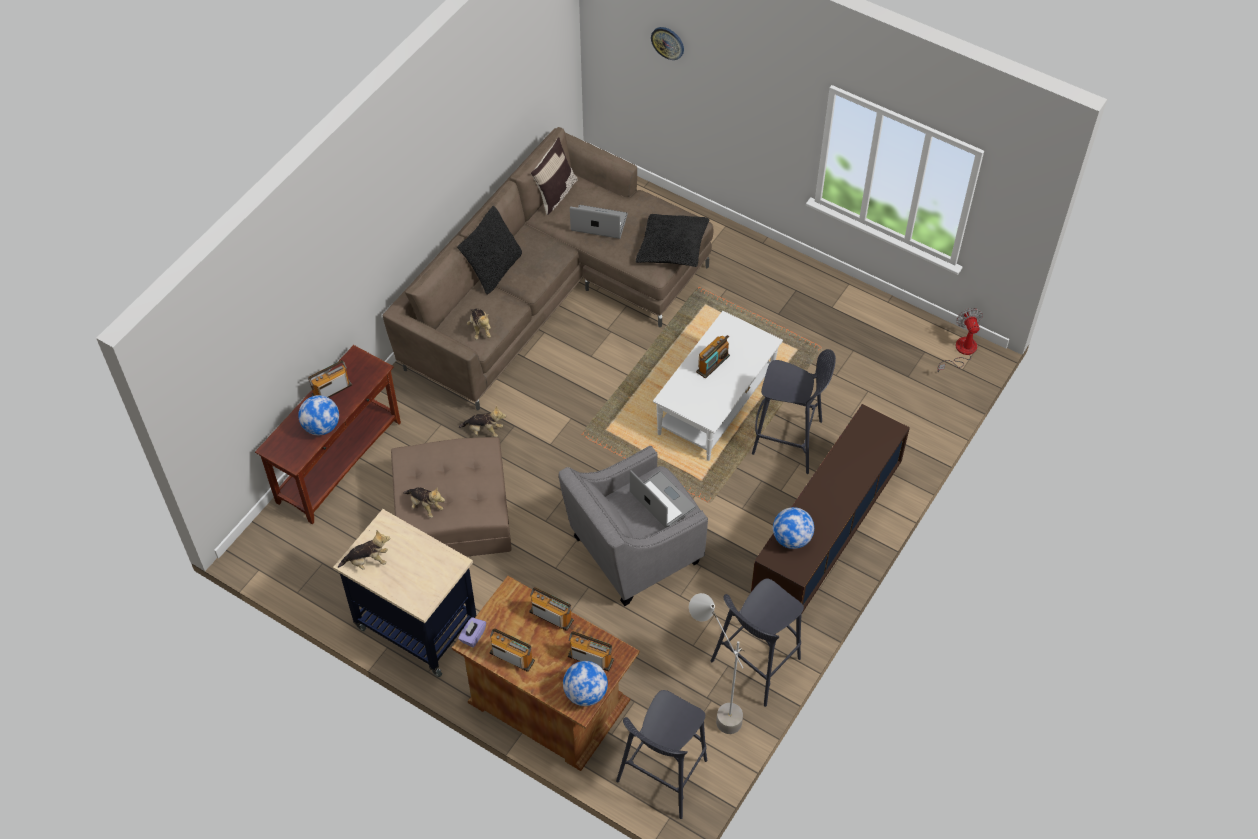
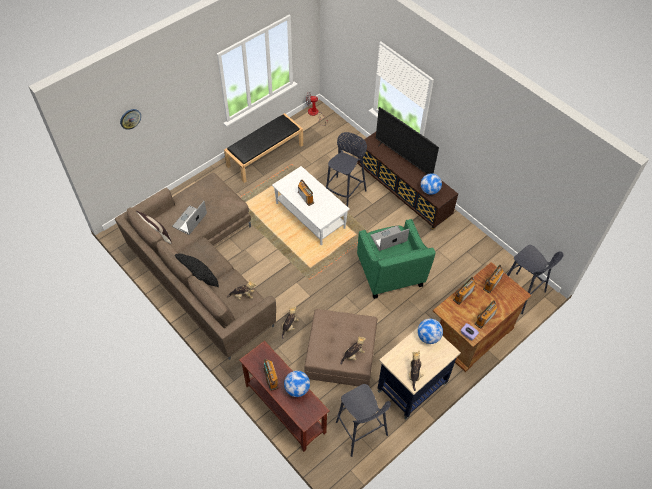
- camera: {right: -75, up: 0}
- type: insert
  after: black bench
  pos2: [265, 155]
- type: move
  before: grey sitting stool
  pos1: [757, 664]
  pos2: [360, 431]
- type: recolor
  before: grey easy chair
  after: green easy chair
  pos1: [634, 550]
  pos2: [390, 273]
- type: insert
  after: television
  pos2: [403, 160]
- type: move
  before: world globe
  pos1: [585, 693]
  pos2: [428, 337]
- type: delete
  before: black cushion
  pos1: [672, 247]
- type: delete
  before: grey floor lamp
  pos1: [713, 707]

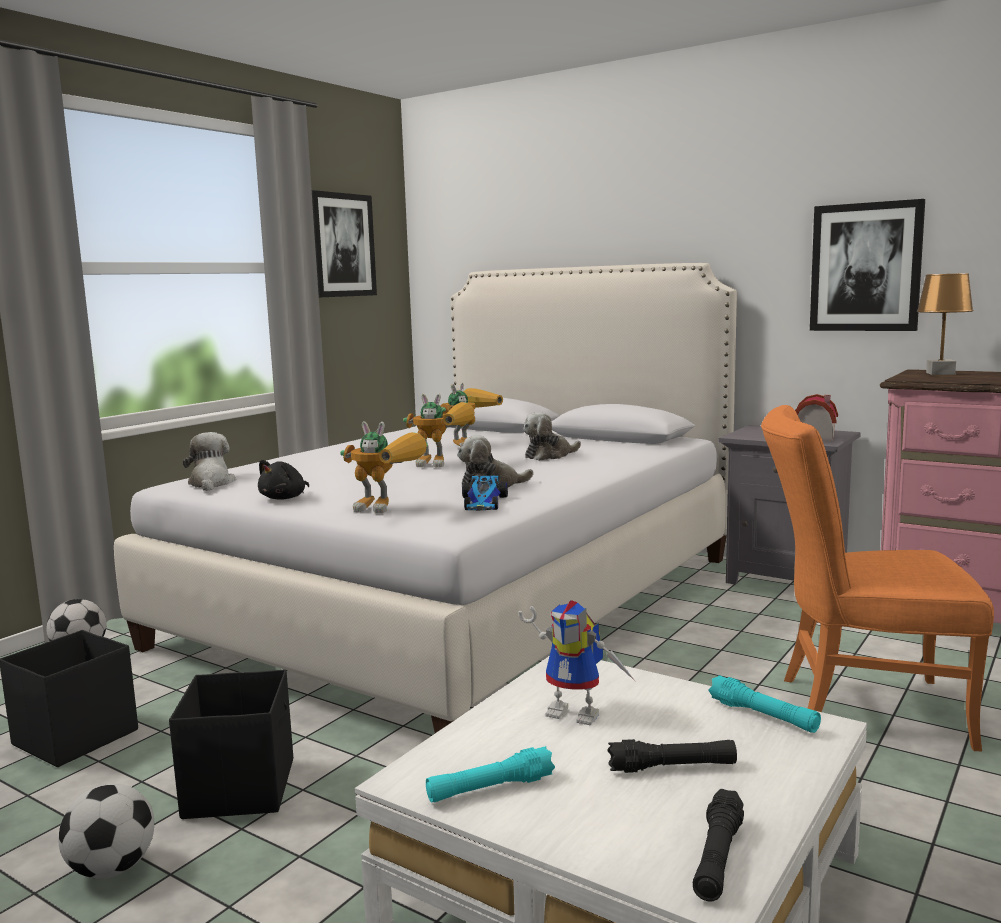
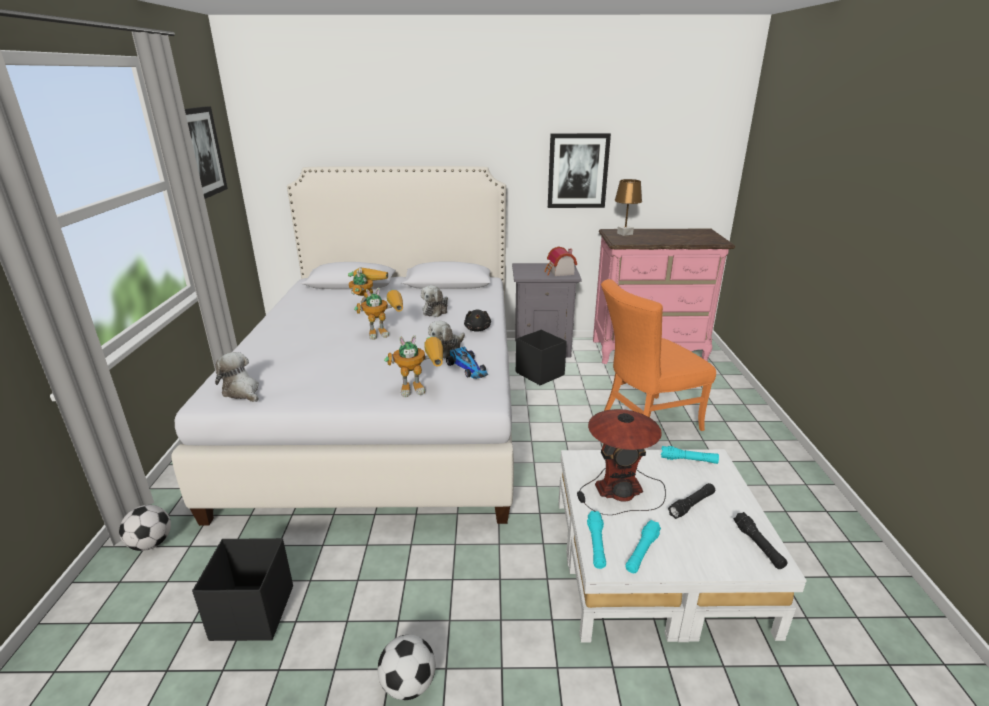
- camera: {right: -35, up: 15}
- type: move
  before: black soft toy
  pos1: [285, 498]
  pos2: [477, 329]
- type: move
  before: black storage container
  pos1: [241, 787]
  pos2: [539, 373]
- type: replace
  before: model robot
  after: tabletop lamp
  pos1: [579, 712]
  pos2: [620, 488]
- type: insert
  after: blue-green torch
  pos2: [596, 544]

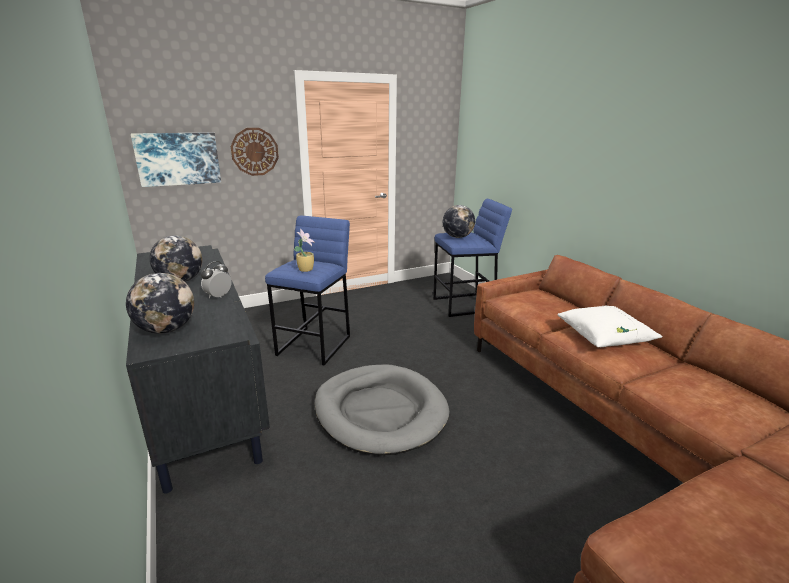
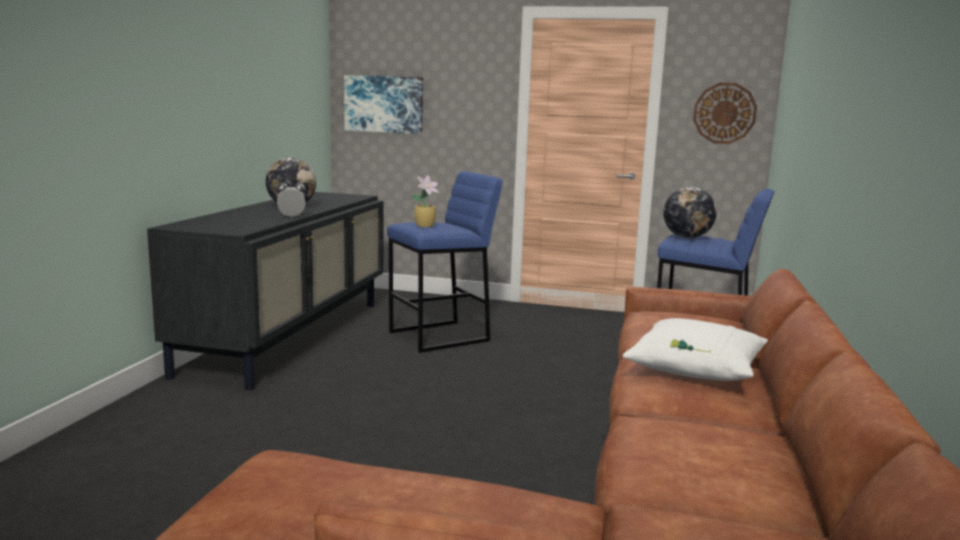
- camera: {right: 40, up: -10}
- type: move
  before: clock on the wall
  pos1: [255, 151]
  pos2: [724, 113]
- type: delete
  before: world globe
  pos1: [166, 330]
- type: delete
  before: grey dog bed
  pos1: [380, 411]

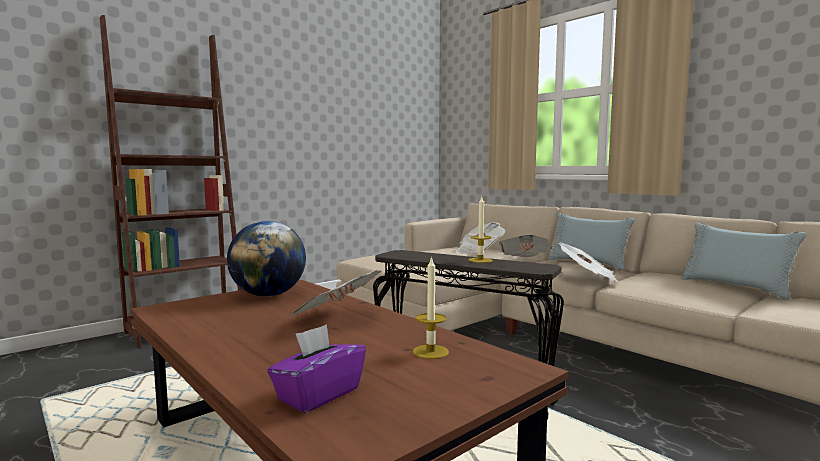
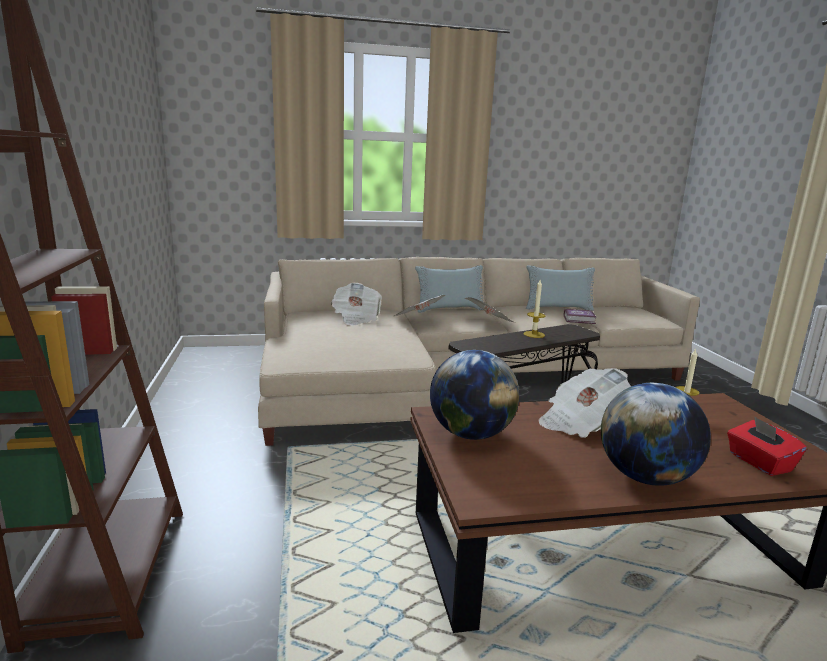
- camera: {right: -60, up: 10}
- type: insert
  after: book
  pos2: [580, 320]
- type: insert
  after: world globe
  pos2: [646, 477]
- type: recolor
  before: purplish tissue holder
  after: red tissue holder
  pos1: [318, 395]
  pos2: [759, 462]

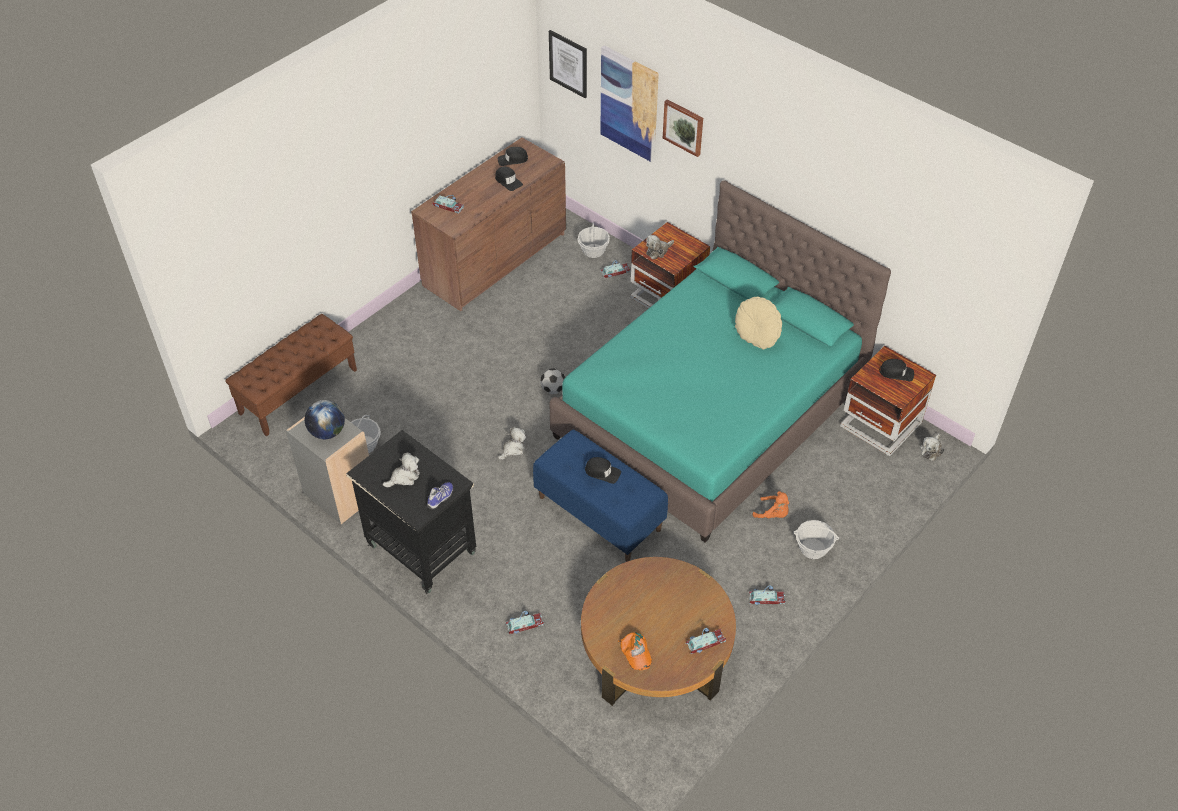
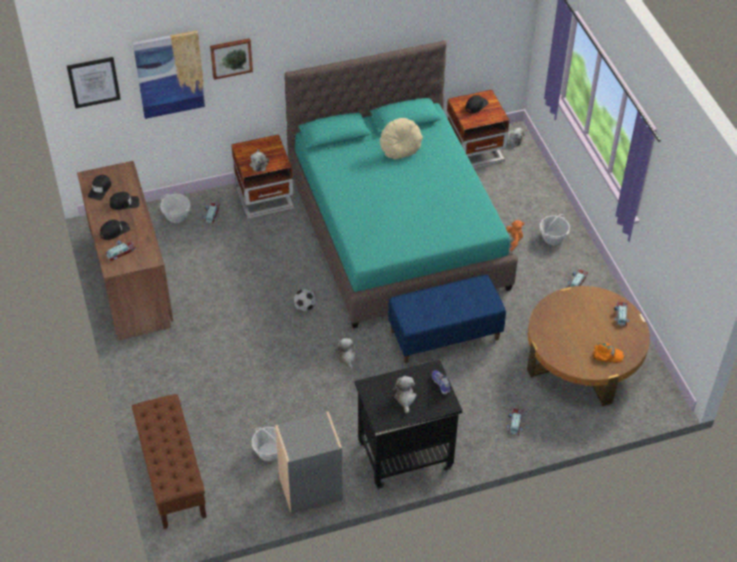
- camera: {right: -60, up: 0}
- type: move
  before: black cap
  pos1: [602, 472]
  pos2: [114, 231]
- type: delete
  before: world globe
  pos1: [327, 432]

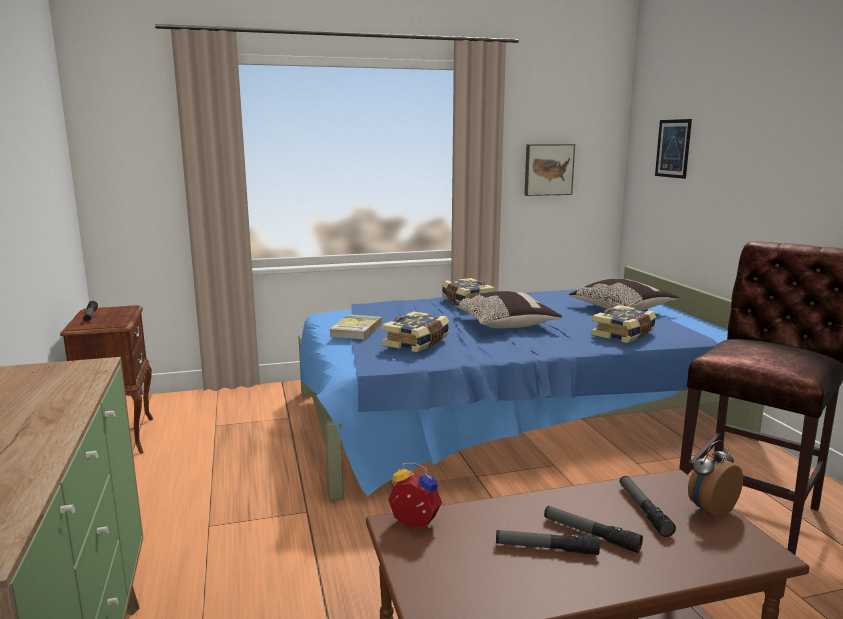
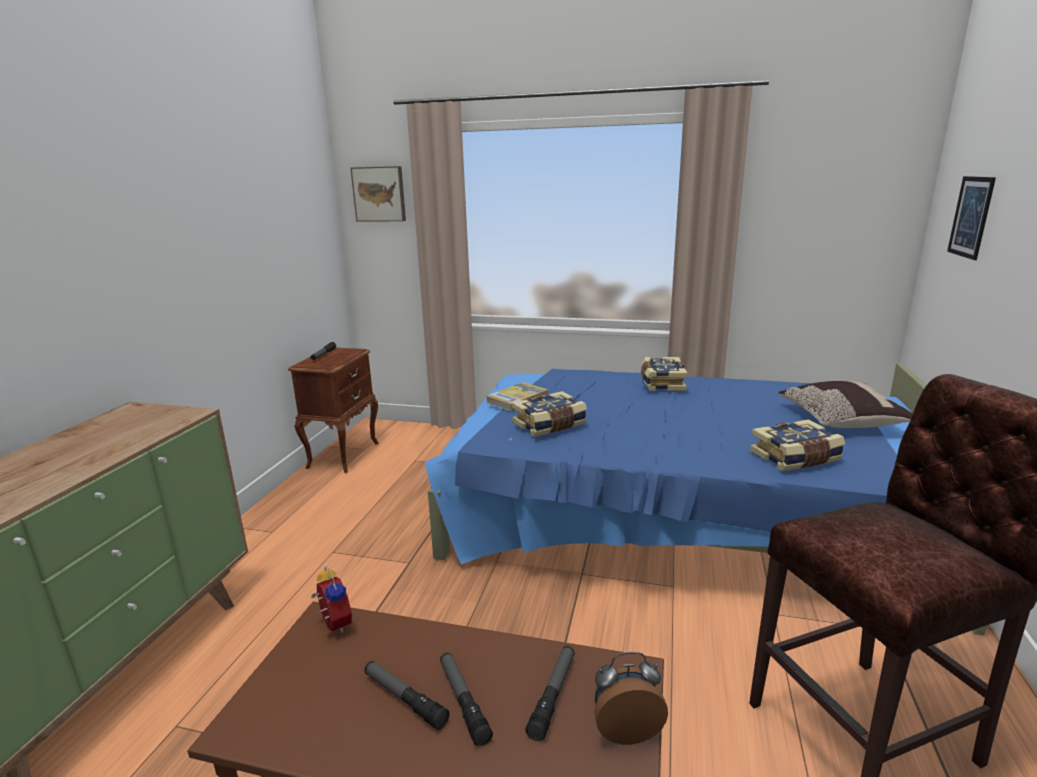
- camera: {right: 30, up: 5}
- type: move
  before: picture
  pos1: [548, 169]
  pos2: [379, 194]
- type: delete
  before: cushion
  pos1: [505, 324]

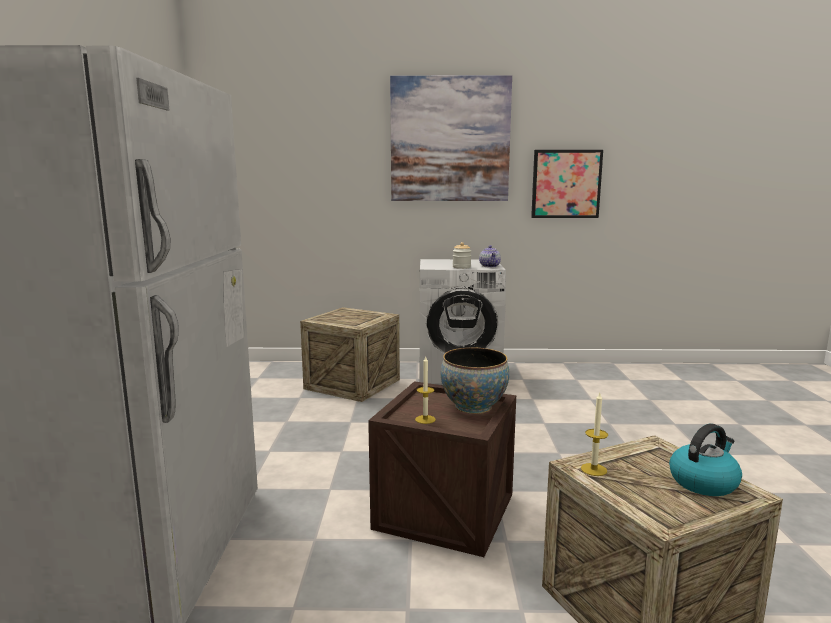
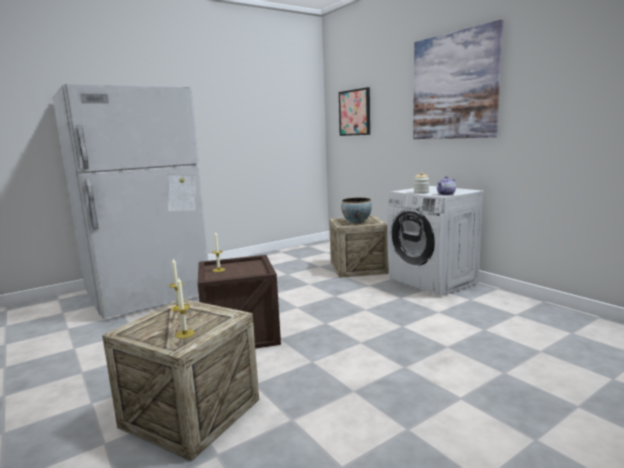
- camera: {right: 55, up: 0}
- type: replace
  before: kettle
  after: wax light
  pos1: [703, 482]
  pos2: [185, 334]
- type: move
  before: picture
  pos1: [566, 184]
  pos2: [355, 112]
- type: move
  before: deep dish
  pos1: [473, 407]
  pos2: [356, 222]

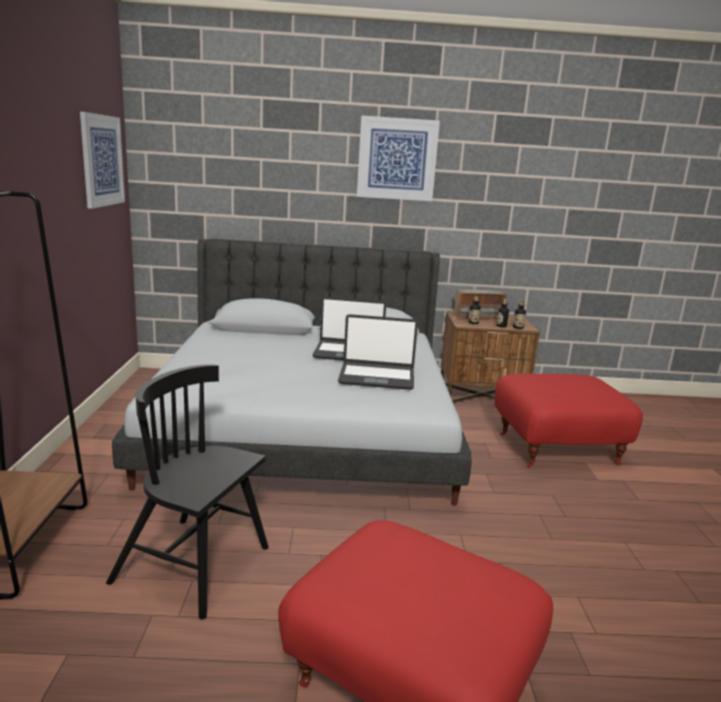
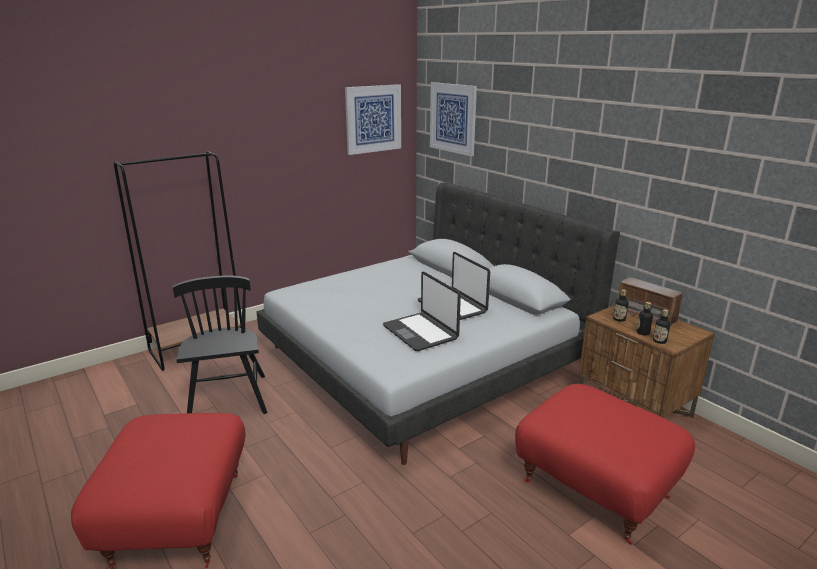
- camera: {right: 55, up: 5}
- type: move
  before: picture
  pos1: [397, 159]
  pos2: [453, 118]

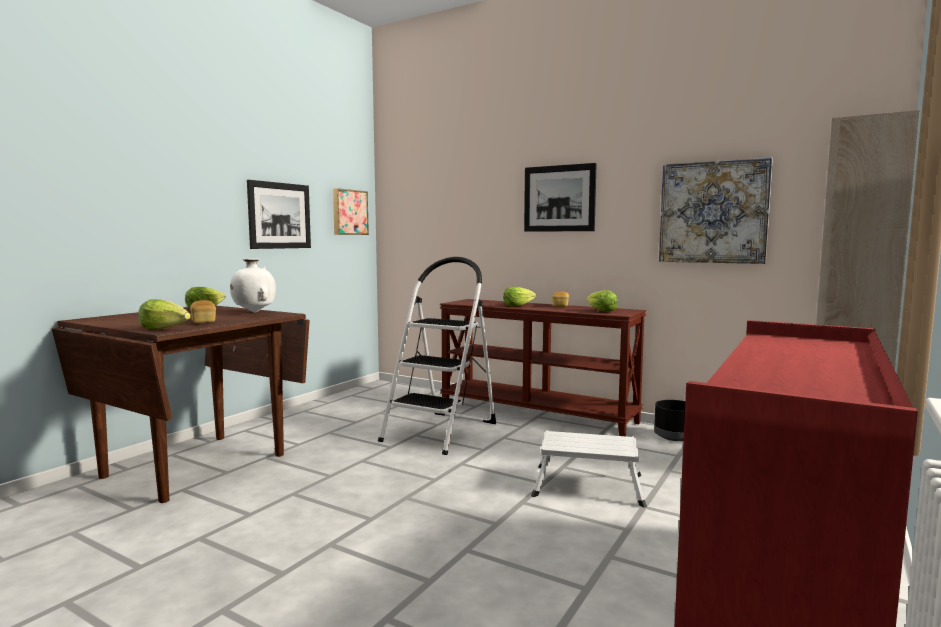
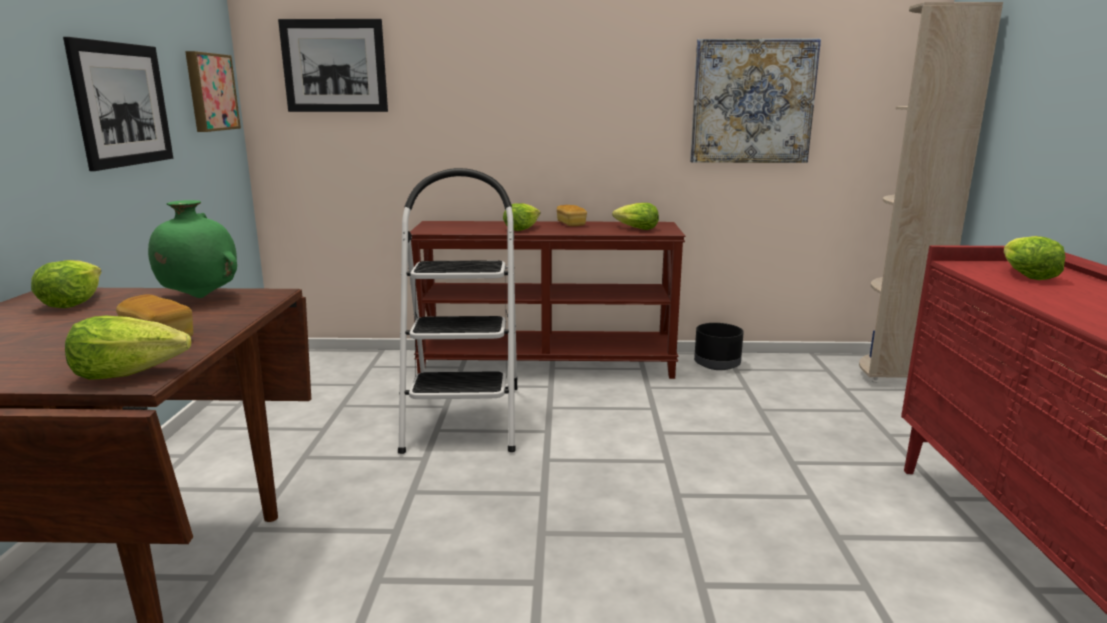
- camera: {right: -30, up: 10}
- type: recolor
  before: white-coloured vase
  after: green vase
  pos1: [254, 312]
  pos2: [199, 297]
- type: move
  before: picture
  pos1: [559, 198]
  pos2: [334, 66]
- type: insert
  after: head of lettuce
  pos2: [1025, 275]
- type: delete
  before: white-coloured step stool
  pos1: [589, 485]

